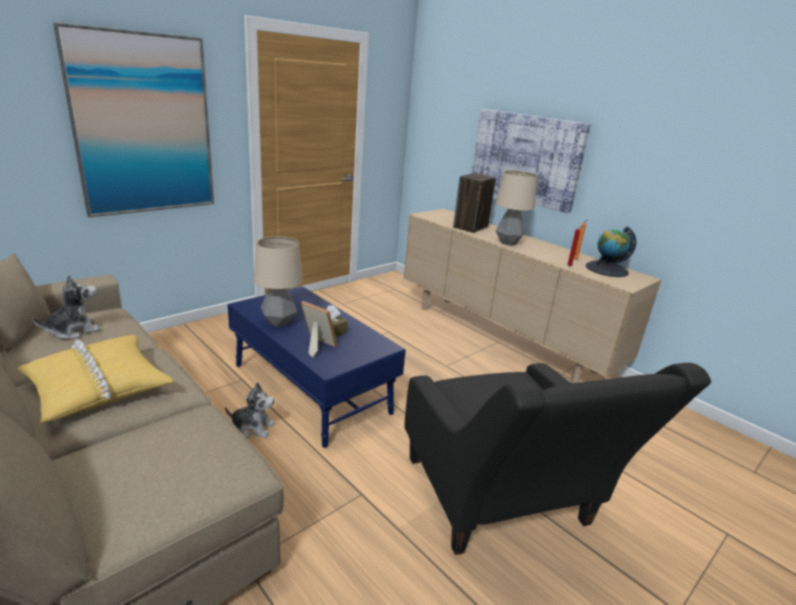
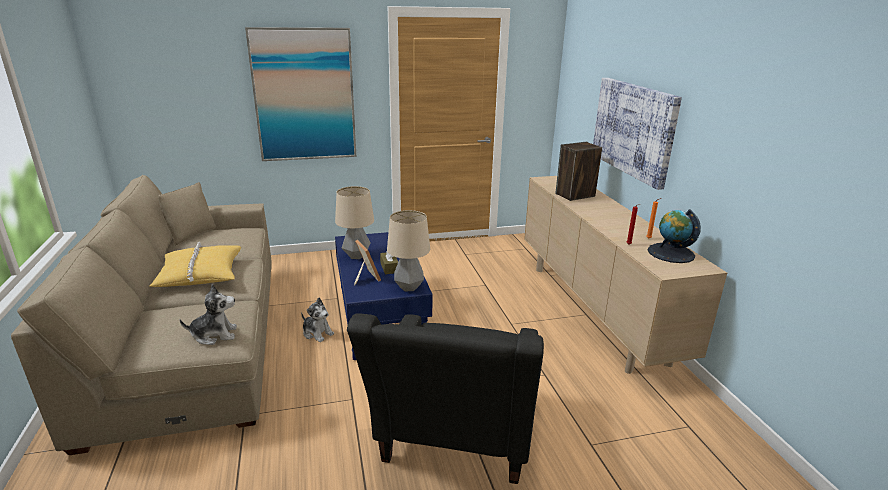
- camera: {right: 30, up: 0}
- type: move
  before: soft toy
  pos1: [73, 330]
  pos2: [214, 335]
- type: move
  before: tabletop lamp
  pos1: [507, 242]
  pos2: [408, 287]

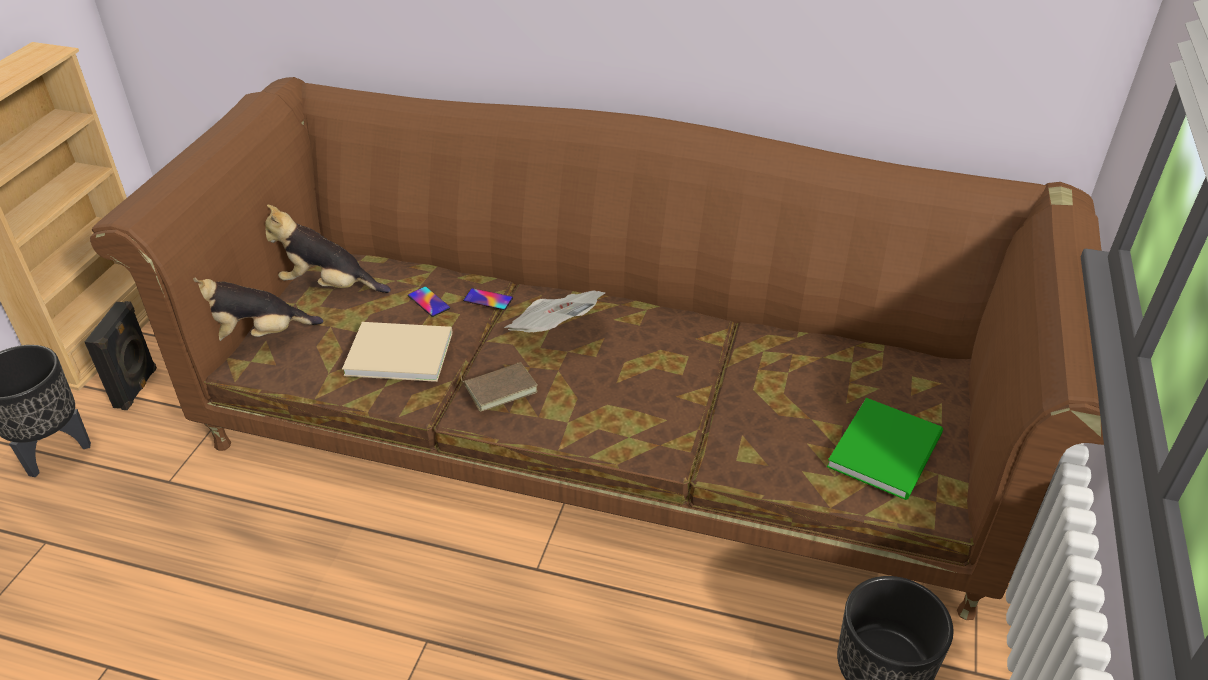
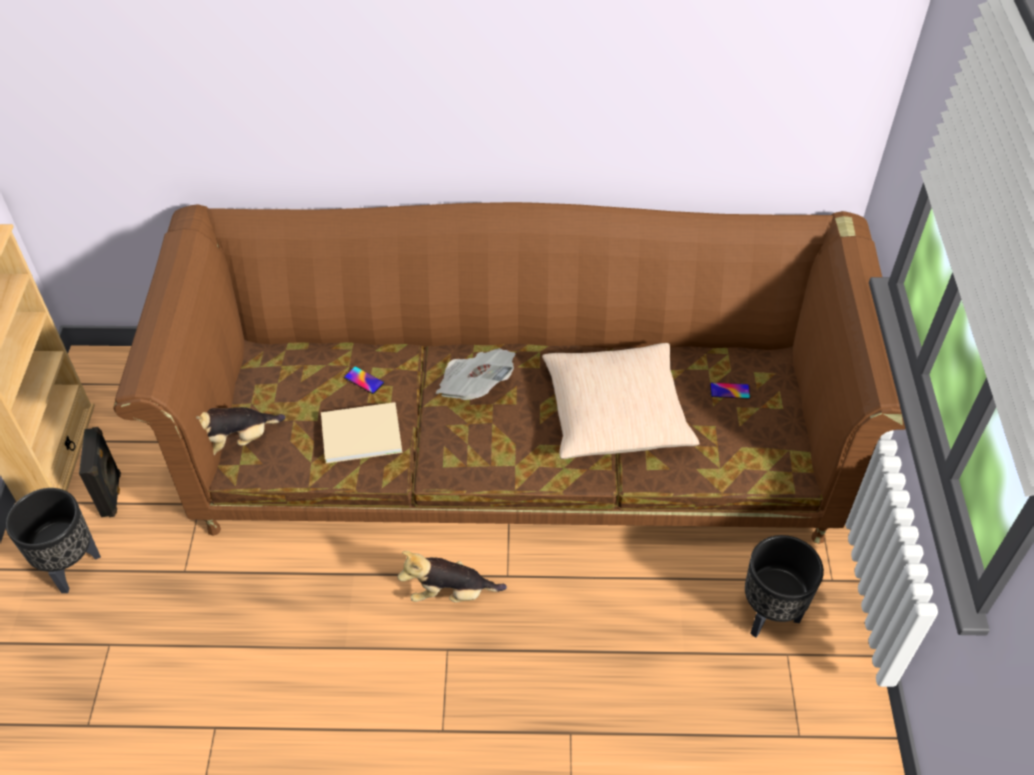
- camera: {right: -15, up: 10}
- type: move
  before: soft toy
  pos1: [329, 286]
  pos2: [451, 593]
- type: insert
  after: beige-coloured cushion
  pos2: [616, 413]
- type: move
  before: phone
  pos1: [488, 299]
  pos2: [729, 391]
- type: delete
  before: brown book
  pos1: [500, 388]
- type: delete
  before: green book
  pos1: [888, 449]

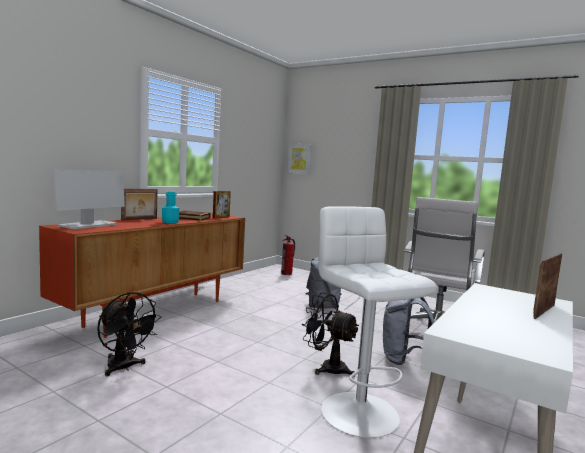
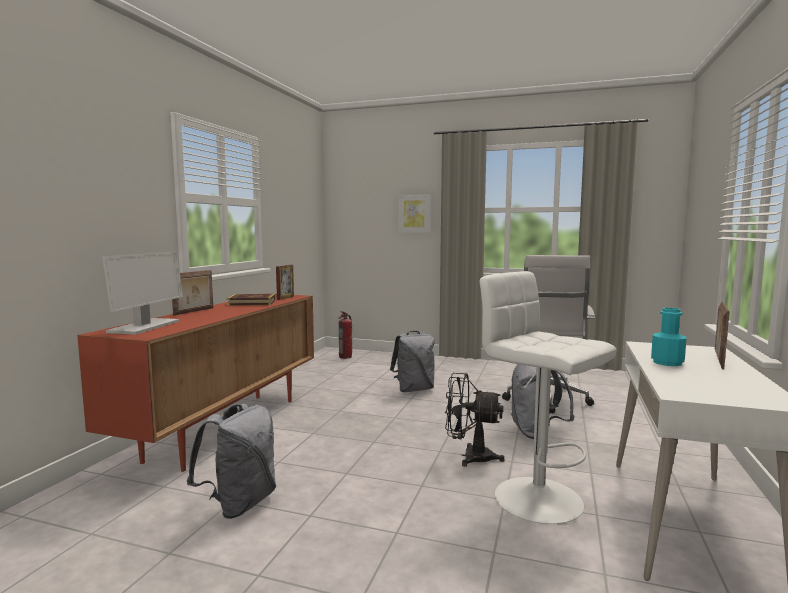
- camera: {right: -15, up: 0}
- type: replace
  before: black electric fan
  after: grey rucksack
  pos1: [124, 368]
  pos2: [239, 504]
- type: move
  before: picture
  pos1: [299, 159]
  pos2: [414, 213]
- type: move
  before: blue-green beverage bottle
  pos1: [170, 222]
  pos2: [667, 362]

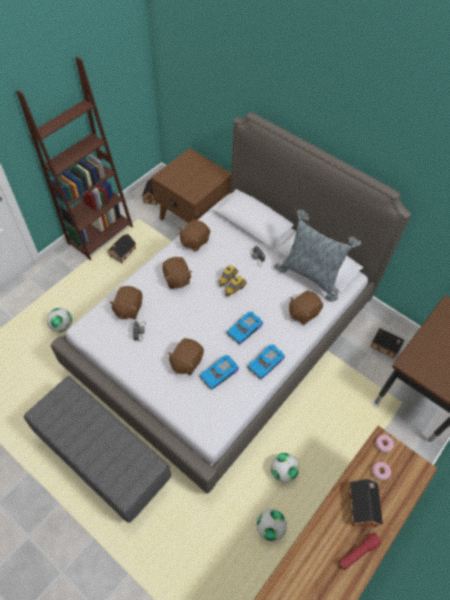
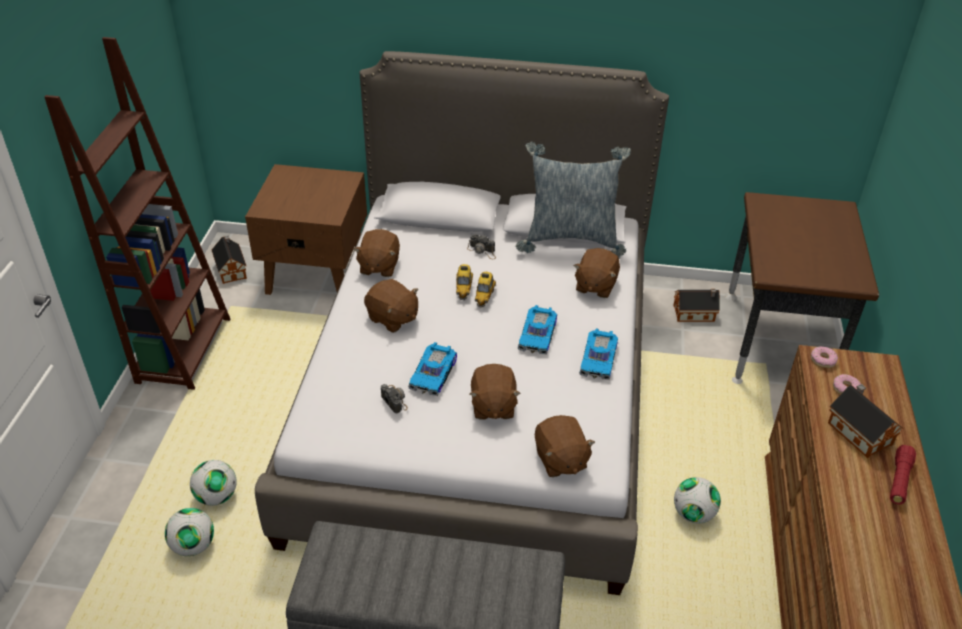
- camera: {right: -30, up: -15}
- type: move
  before: football ball
  pos1: [270, 528]
  pos2: [193, 546]
- type: move
  before: toy car
  pos1: [219, 374]
  pos2: [434, 374]
- type: move
  before: brown soft toy
  pos1: [128, 309]
  pos2: [560, 460]
- type: delete
  before: model house
  pos1: [122, 254]

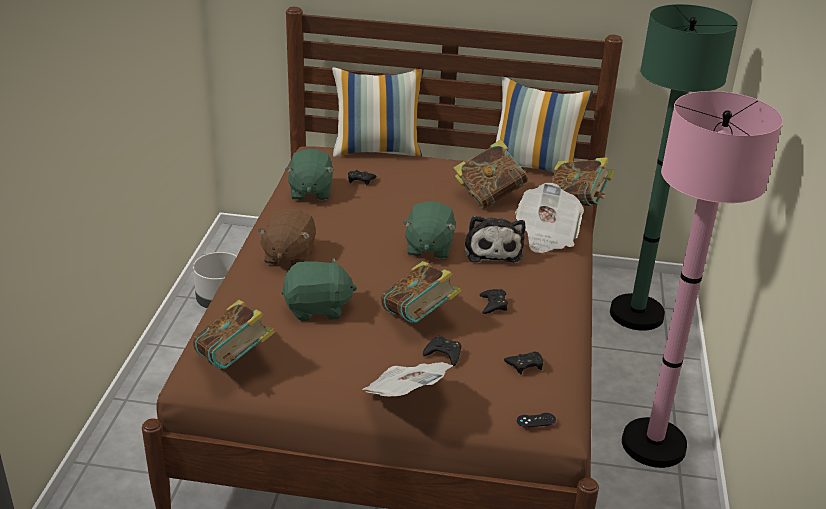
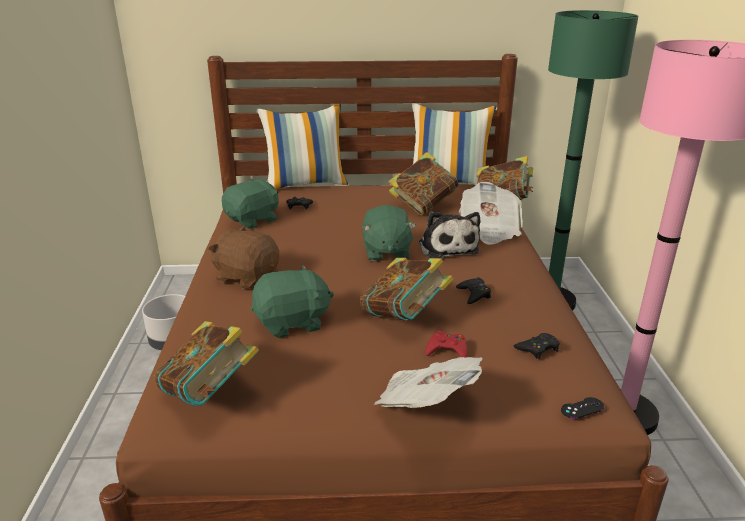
- camera: {right: -10, up: -5}
- type: rotate
  before: brown soft toy
  pos1: [288, 256]
  pos2: [246, 276]
  turn: 120
- type: rotate
  before: green soft toy
  pos1: [310, 192]
  pos2: [253, 220]
  turn: -120
- type: recolor
  before: black game controller
  after: red game controller
  pos1: [443, 354]
  pos2: [447, 350]

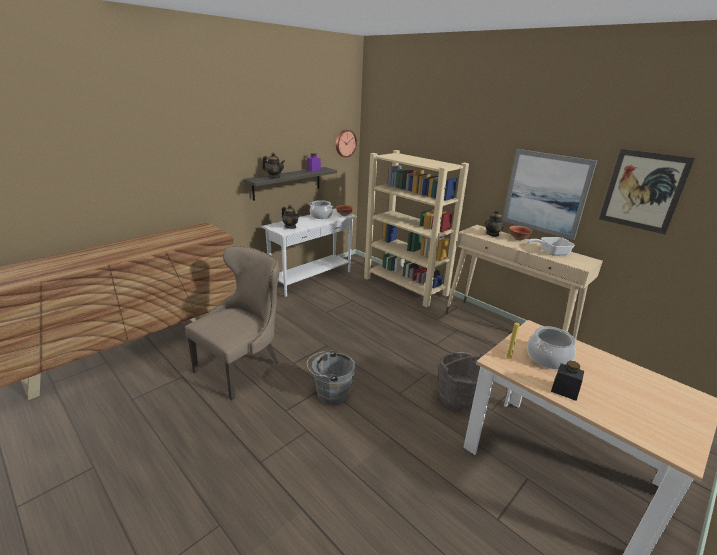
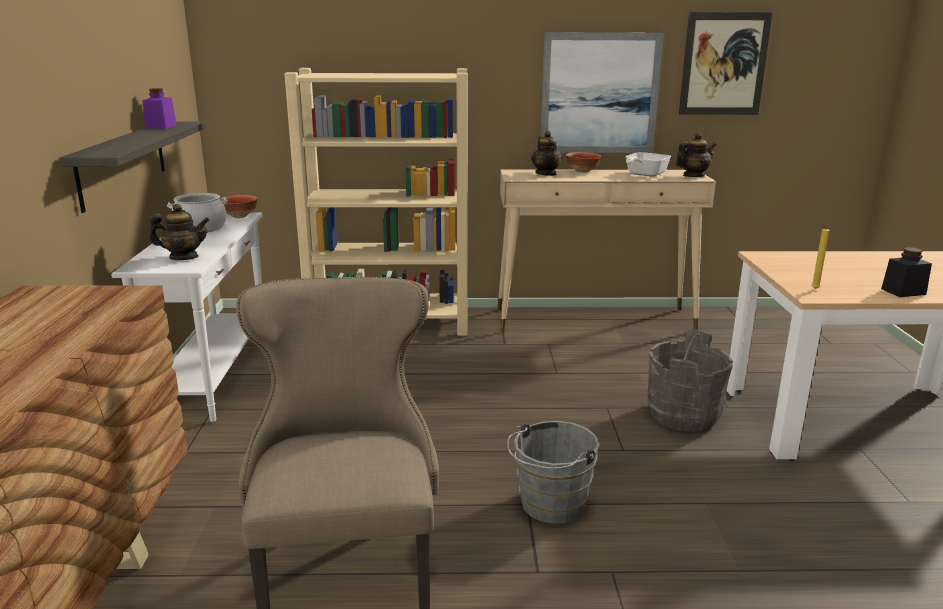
- camera: {right: -45, up: -5}
- type: move
  before: pot for tea
  pos1: [274, 177]
  pos2: [693, 176]
- type: delete
  before: clock on the wall
  pos1: [345, 143]
- type: delete
  before: saucepot
  pos1: [548, 358]

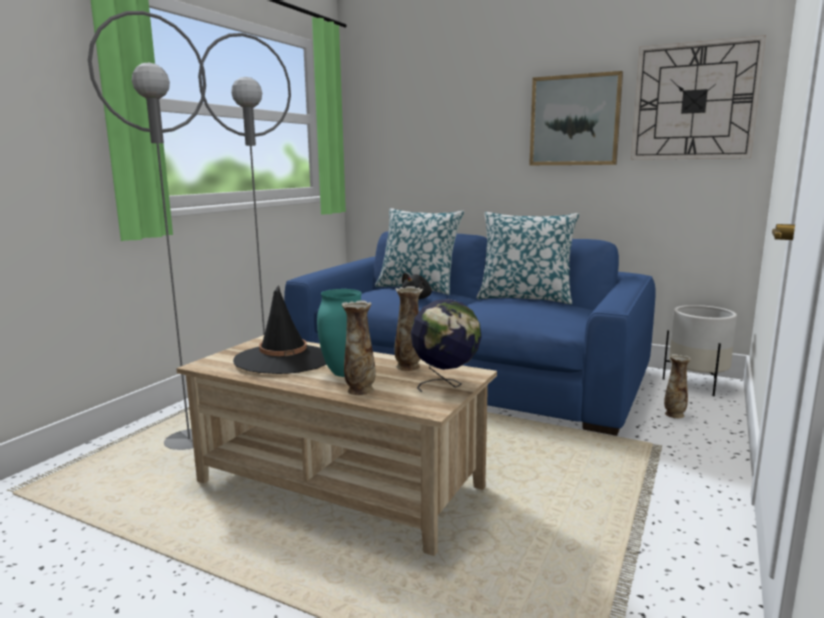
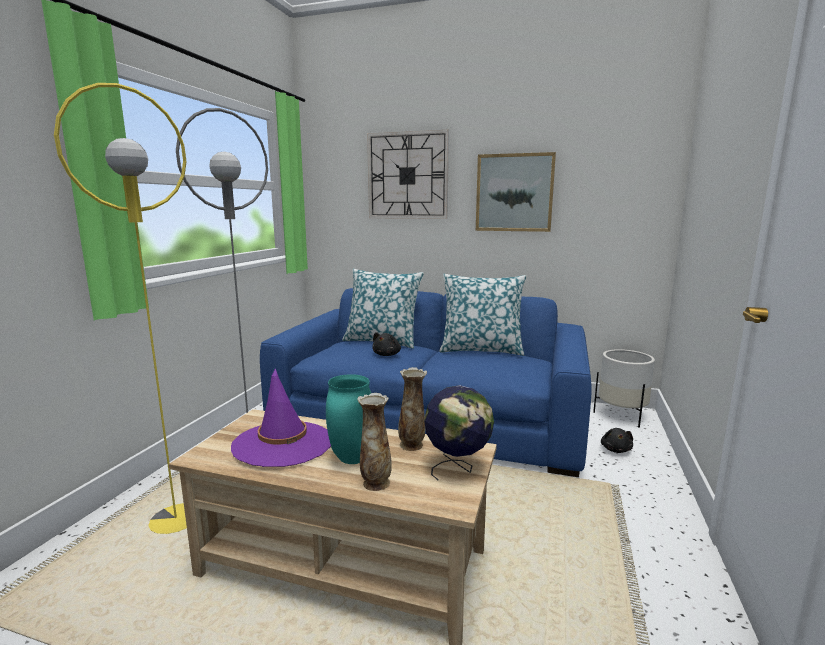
- camera: {right: -10, up: 0}
- type: recolor
  before: grey floor lamp
  after: yellow-coloured floor lamp
  pos1: [189, 440]
  pos2: [176, 519]
- type: recolor
  before: black wearable hat
  after: purplish wearable hat
  pos1: [284, 360]
  pos2: [283, 444]
- type: move
  before: clock on the wall
  pos1: [694, 101]
  pos2: [407, 176]
- type: replace
  before: vase
  after: black soft toy
  pos1: [674, 414]
  pos2: [616, 449]

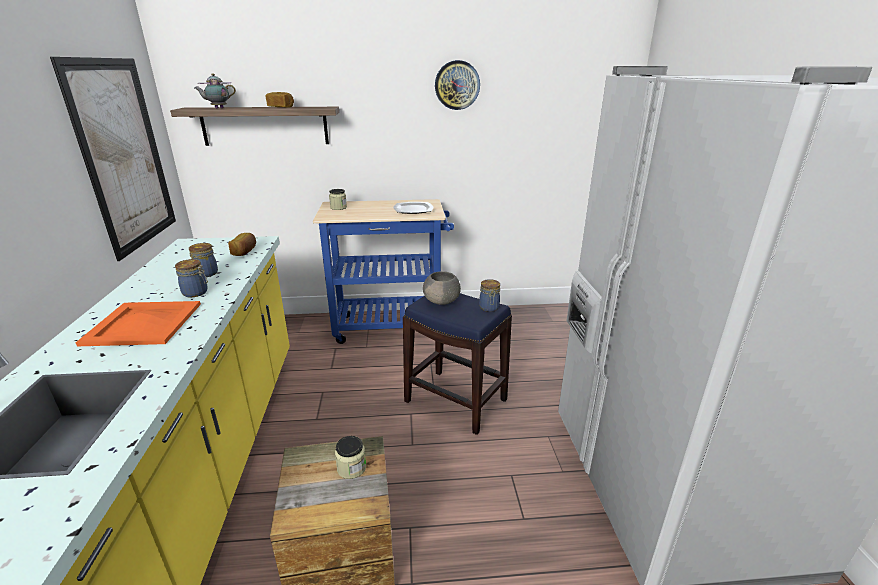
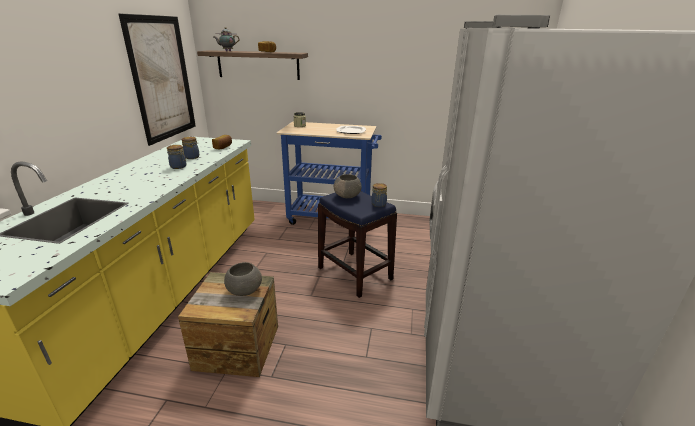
- camera: {right: 15, up: 0}
- type: replace
  before: preserve jar
  after: grey deep dish
  pos1: [351, 468]
  pos2: [244, 290]
- type: delete
  before: orange-coloured carrying tray
  pos1: [145, 323]
- type: delete
  before: clock on the wall
  pos1: [457, 85]

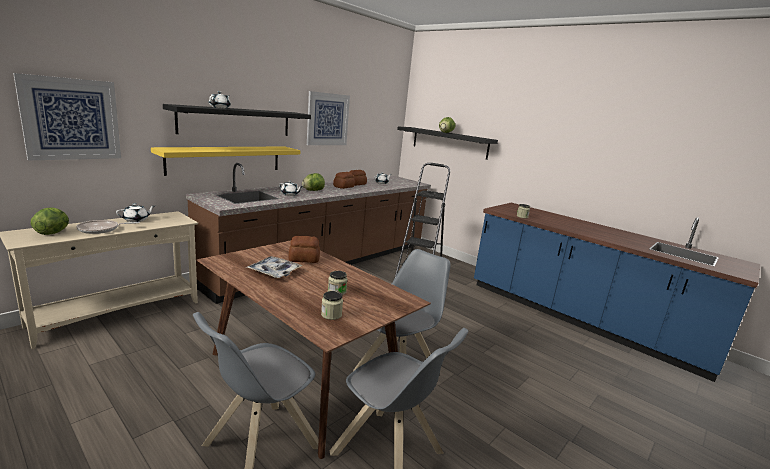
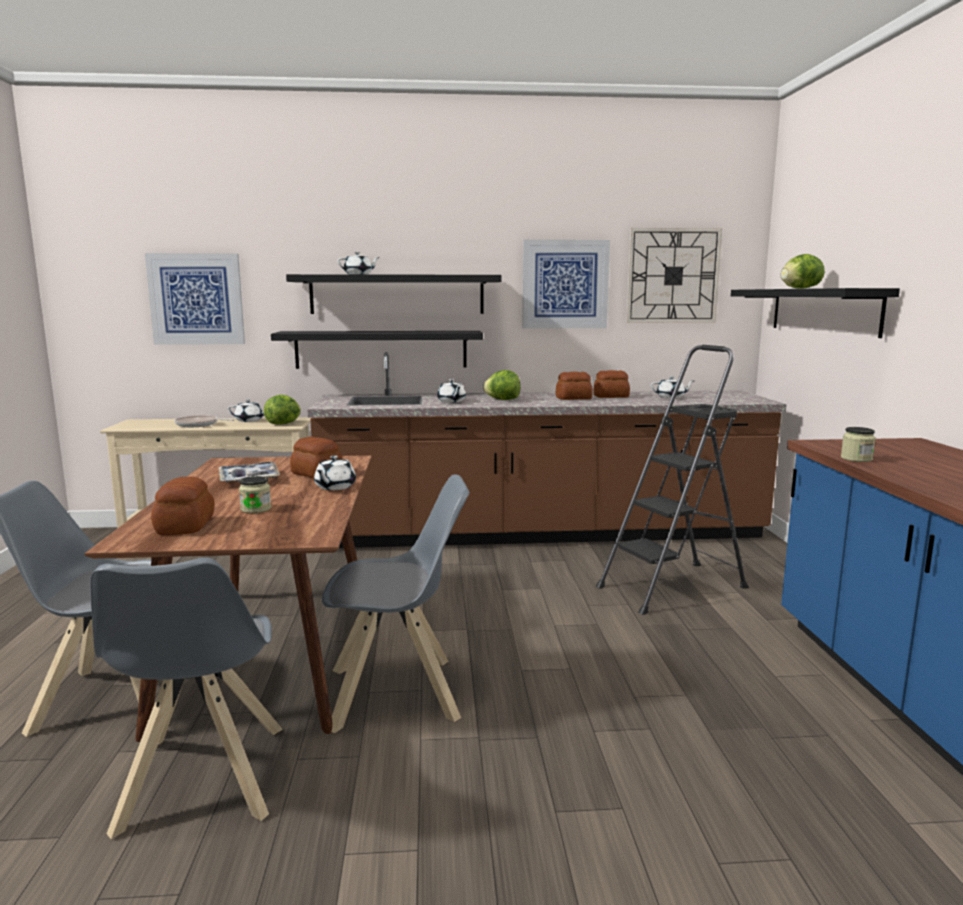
- camera: {right: 45, up: -5}
- type: replace
  before: preserve jar
  after: bakery bread
  pos1: [331, 314]
  pos2: [184, 526]
- type: move
  before: head of lettuce
  pos1: [53, 233]
  pos2: [284, 424]
- type: recolor
  before: yellow-coloured shelf
  after: black shelf
  pos1: [226, 159]
  pos2: [381, 349]
- type: insert
  after: white-coloured pot for tea
  pos2: [334, 487]
- type: insert
  after: clock on the wall
  pos2: [672, 276]

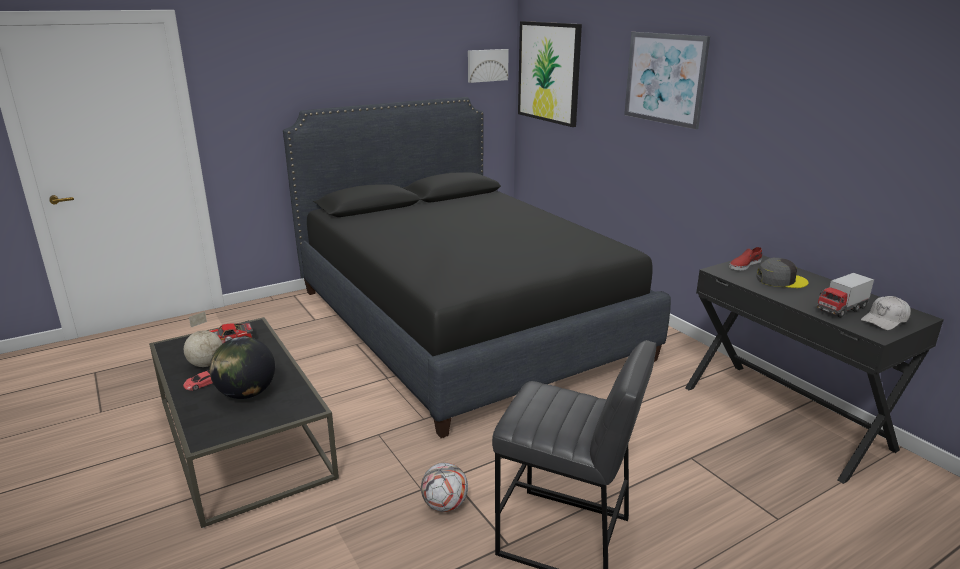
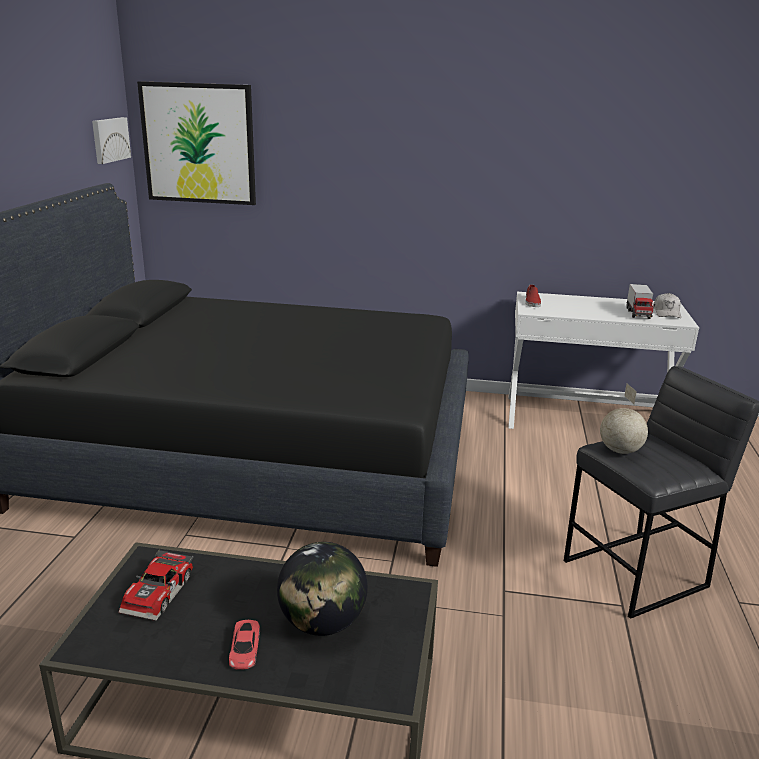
- camera: {right: -50, up: 0}
- type: recolor
  before: black desk
  after: white-coloured desk
  pos1: [785, 416]
  pos2: [585, 418]
- type: move
  before: world globe
  pos1: [205, 364]
  pos2: [620, 451]
- type: delete
  before: football ball
  pos1: [445, 505]
- type: delete
  before: picture
  pos1: [665, 78]
- type: delete
  before: grey cap
  pos1: [781, 280]

